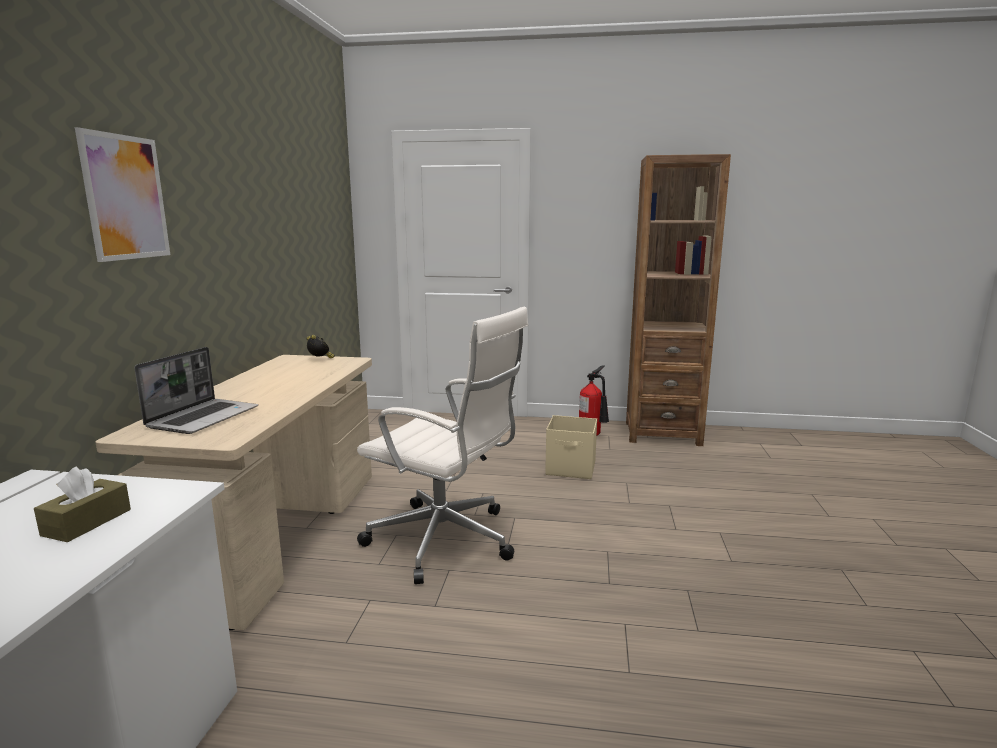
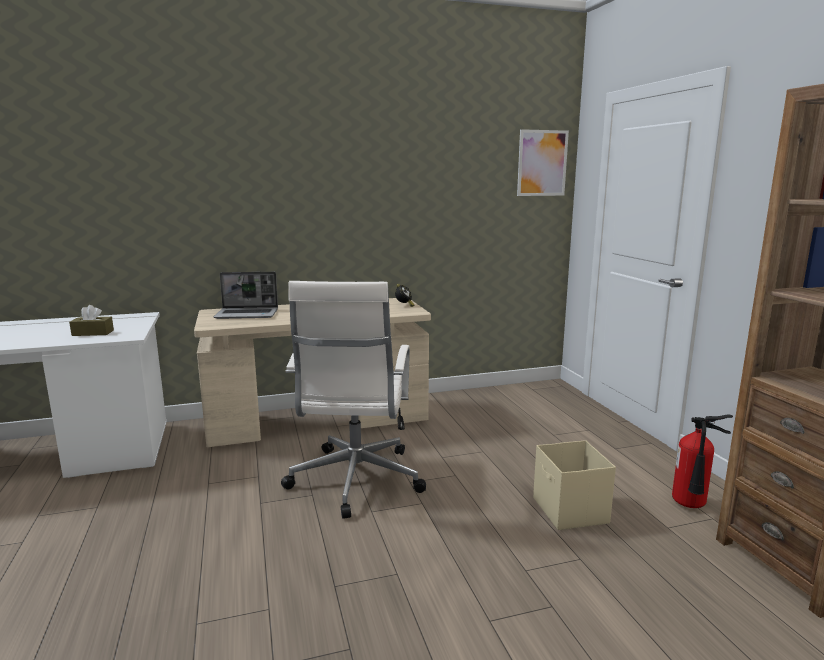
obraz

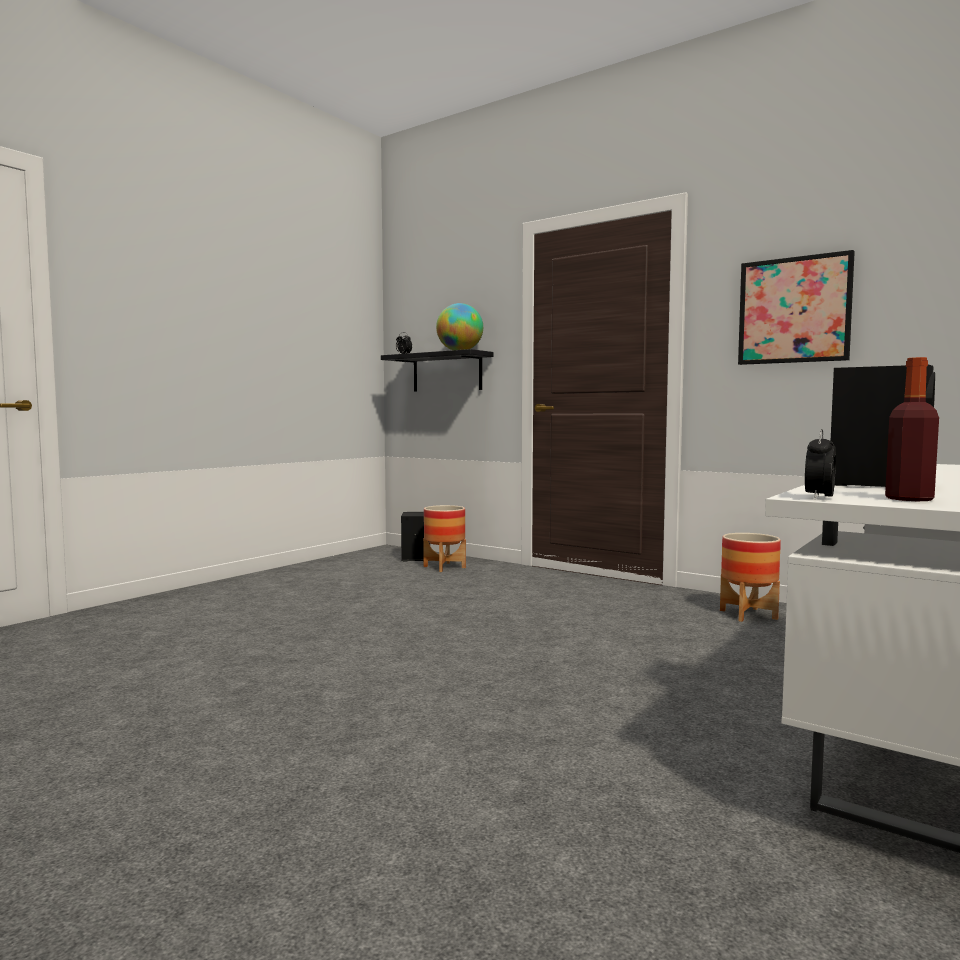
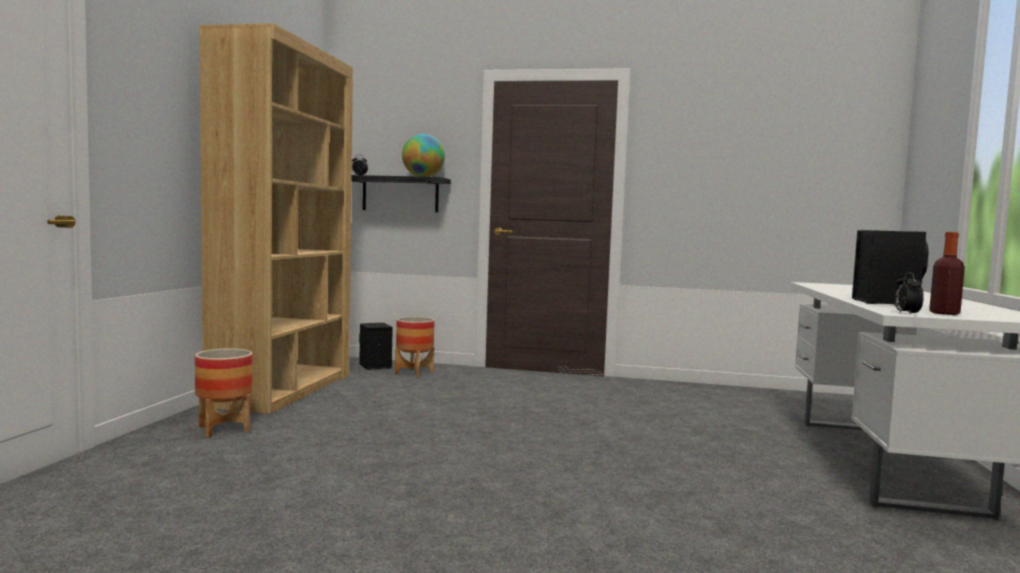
obraz; donica (no. 1 from left); regał [brązowy]

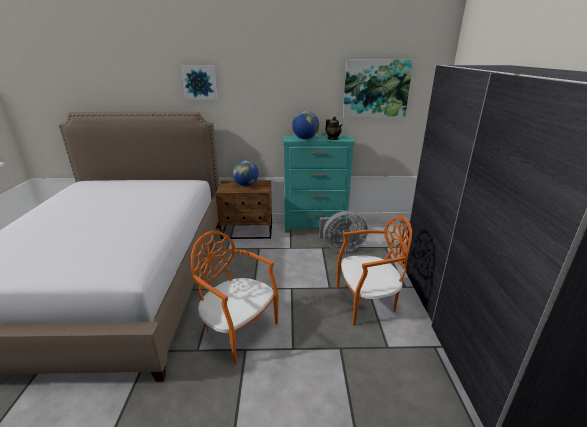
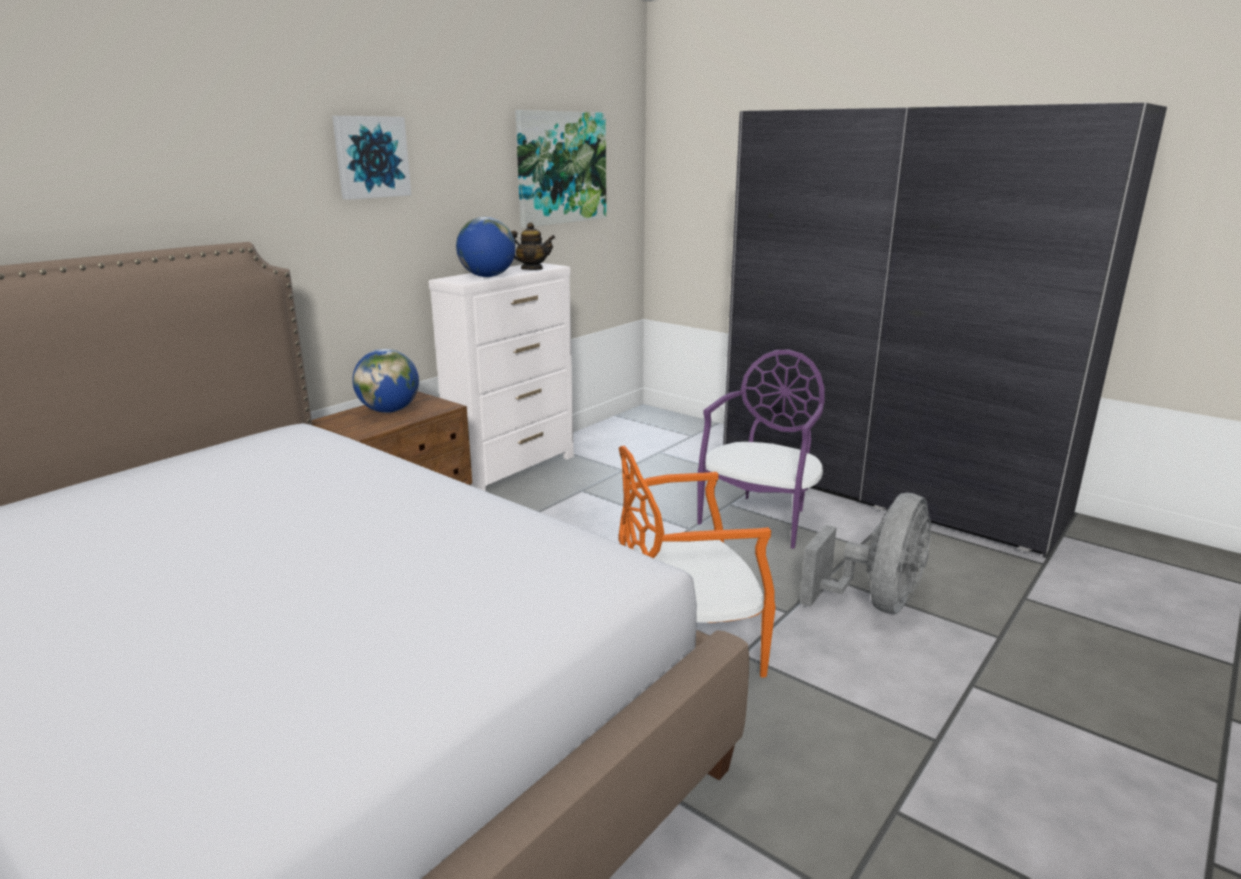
obraz (no. 1 from left); komoda [biały]; wentylator [szary]; krzesło [fioletowy]

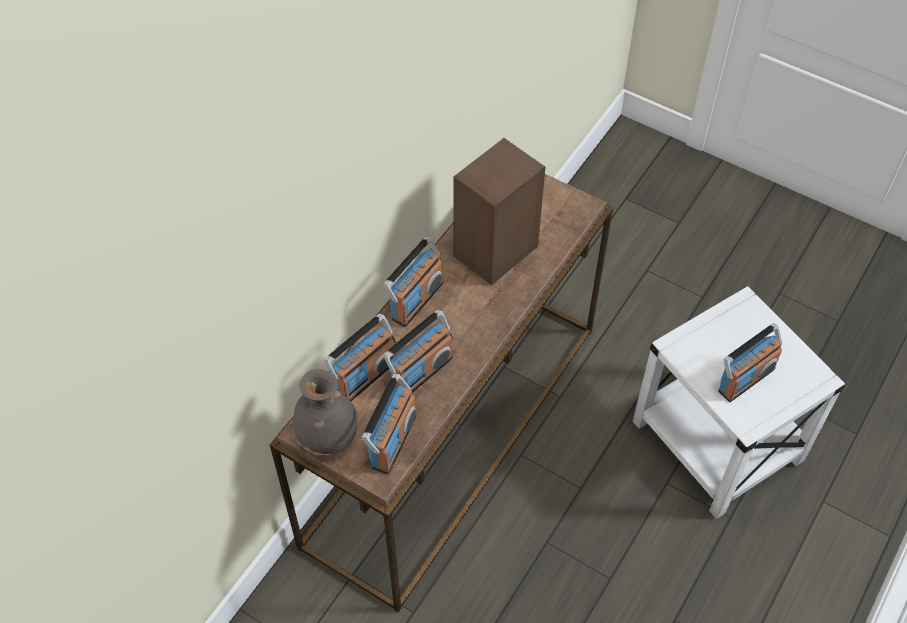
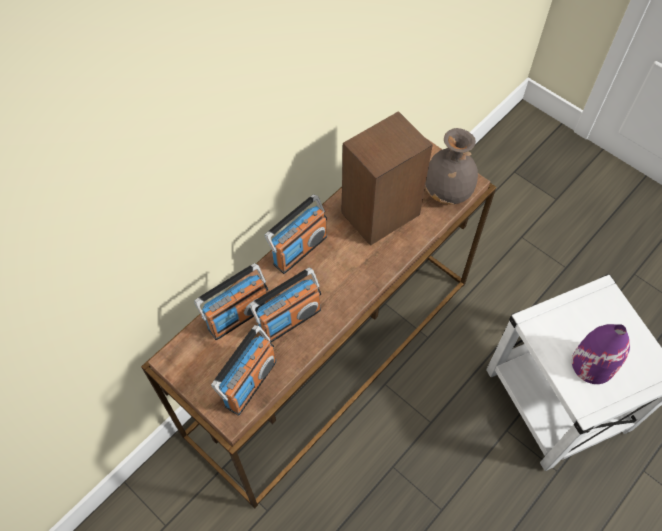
wazon [fioletowy]; wazon [szary]

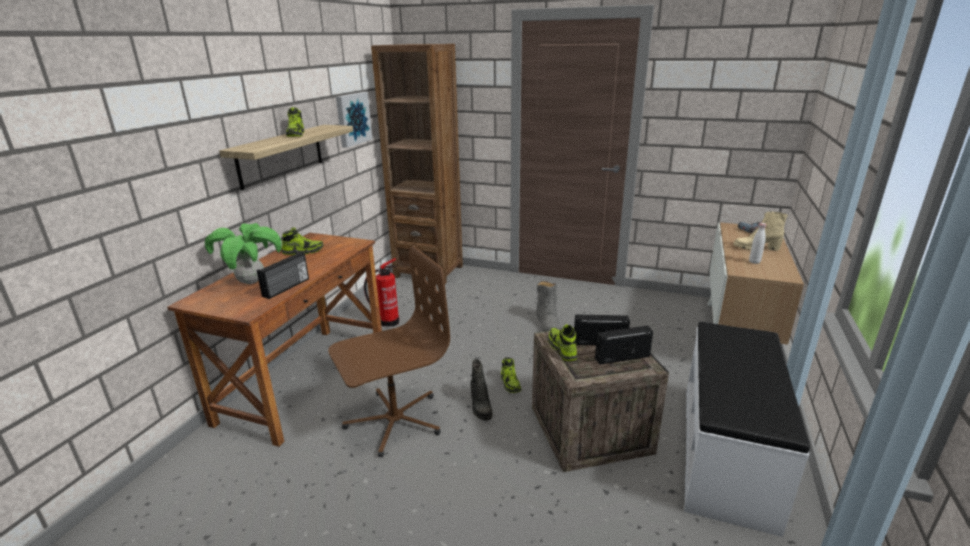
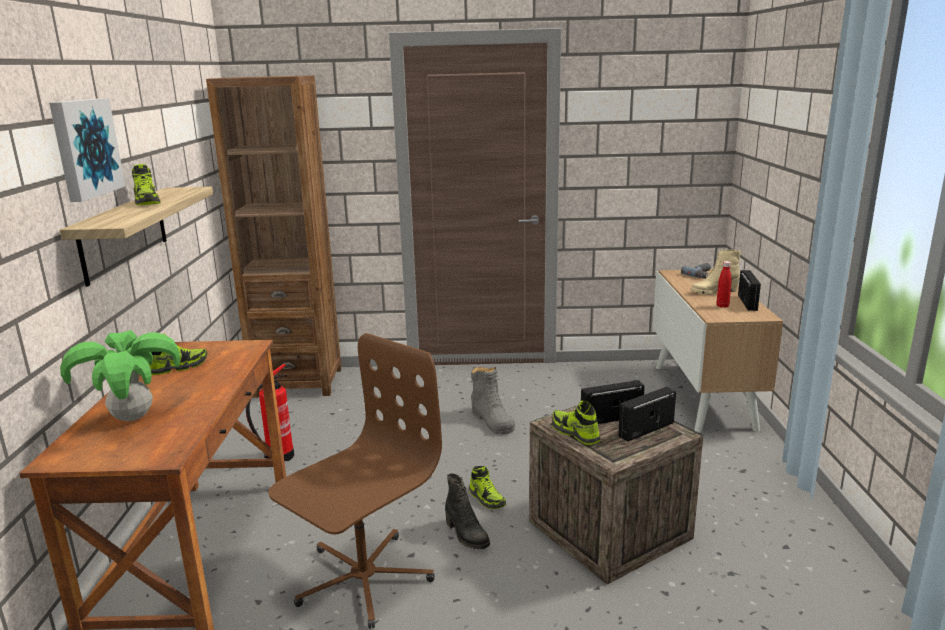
obraz; butelka [czerwony]; radio (no. 3 from left); ławka [biały]

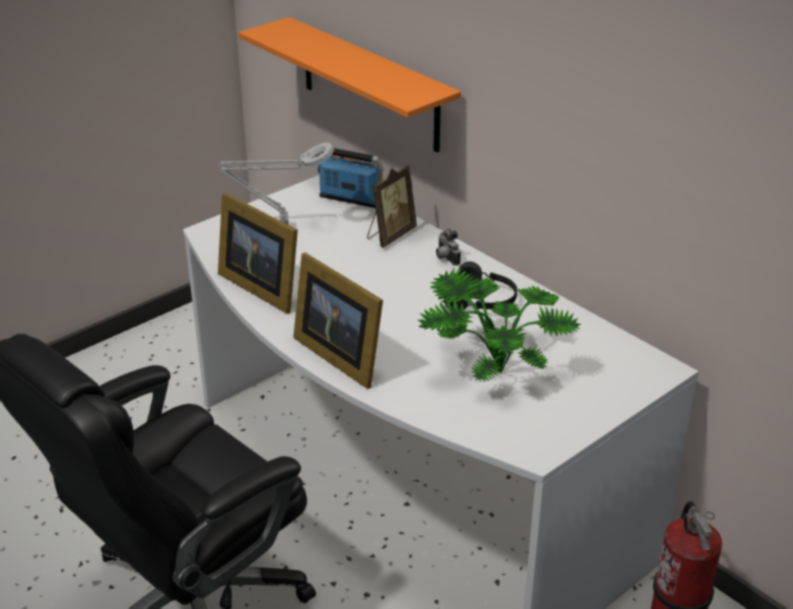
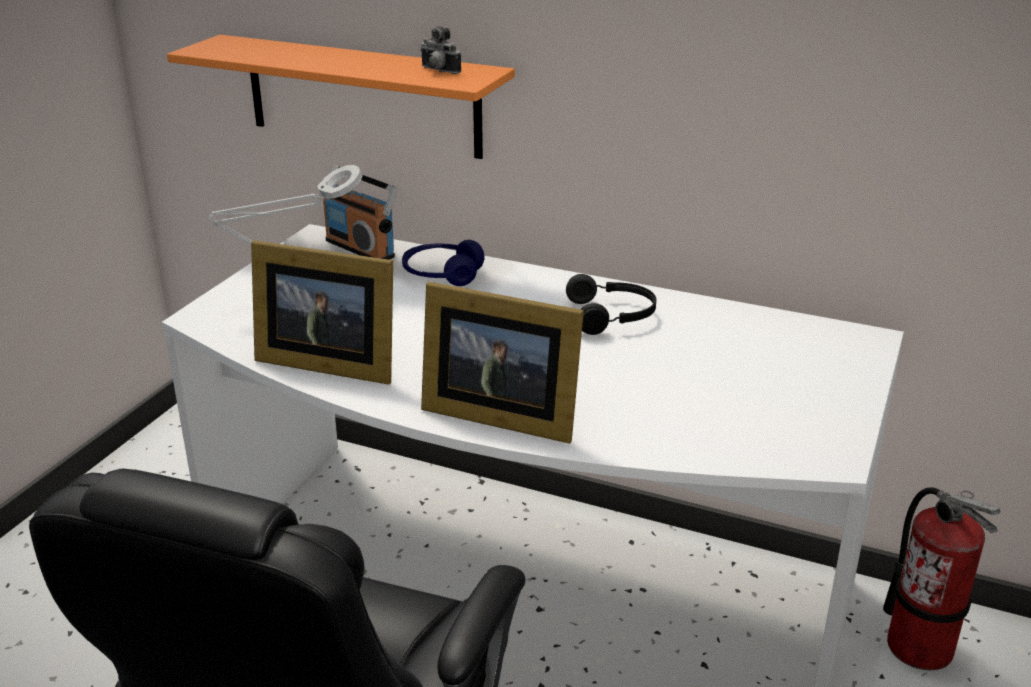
radio; słuchawki [niebieski]; aparat fotograficzny; roślina doniczkowa

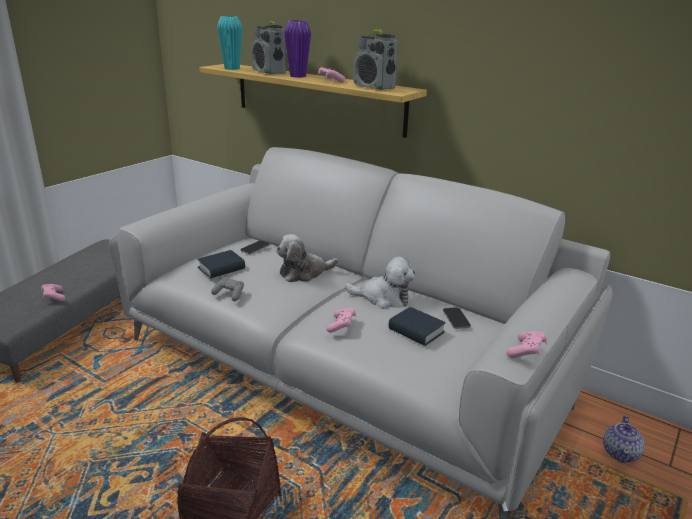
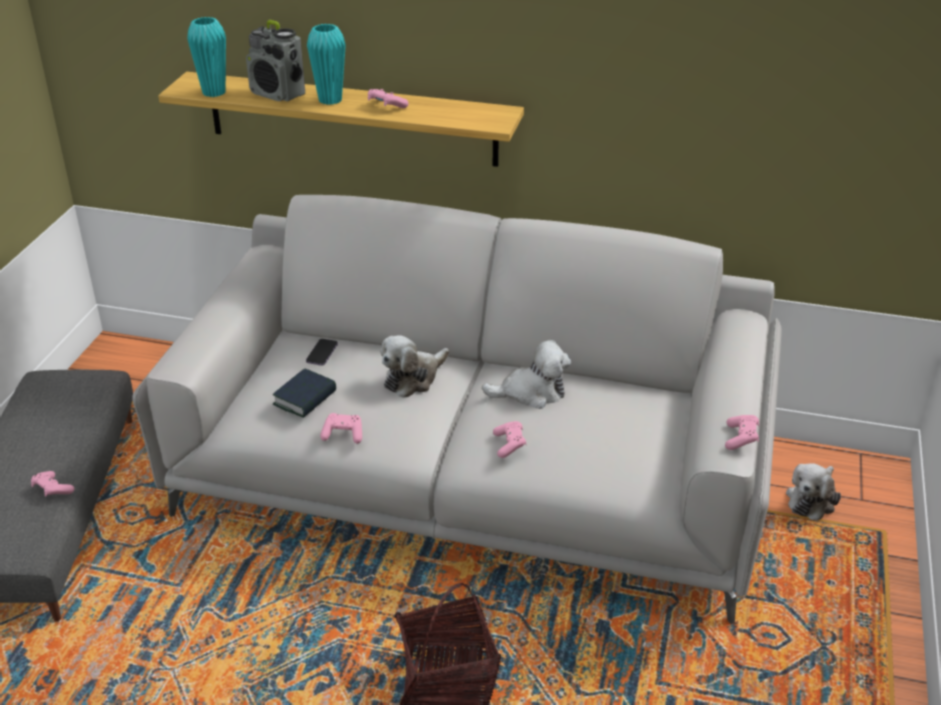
wazon [turkusowy] (no. 2 from left); radio (no. 2 from left in the first image); pad do gier [różowy] (no. 2 from left); książka (no. 2 from left in the first image); telefon (no. 2 from left in the first image); pluszak (no. 3 from left)

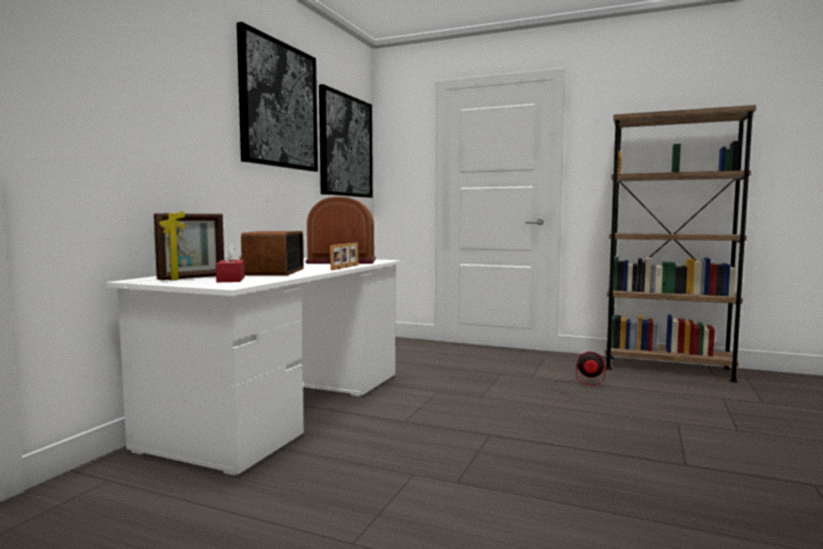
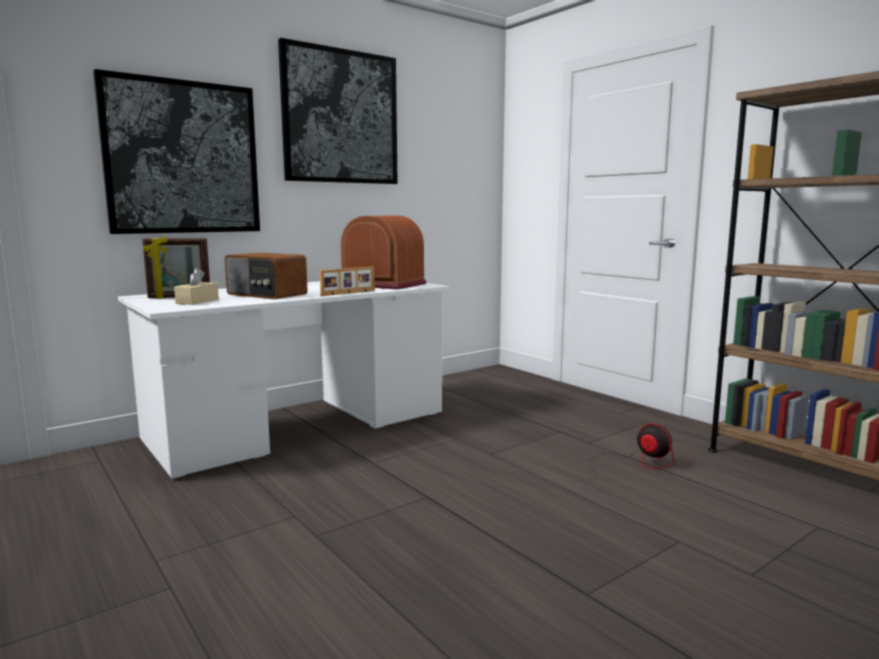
obraz (no. 1 from left); radio (no. 1 from left); pudełko chusteczek [beżowy]

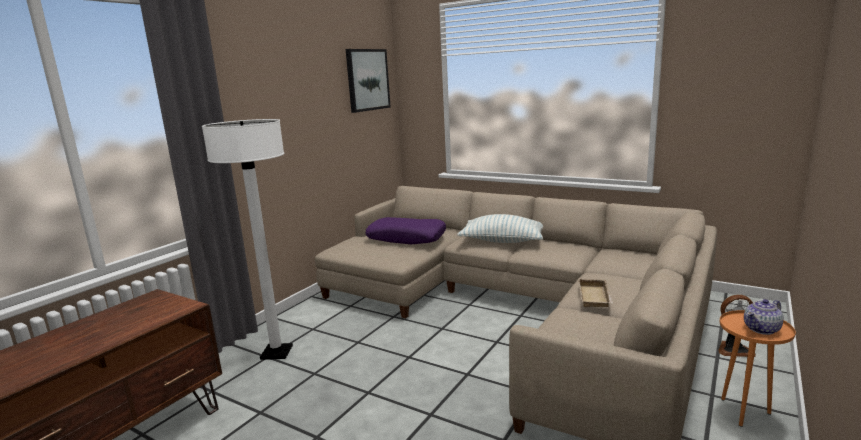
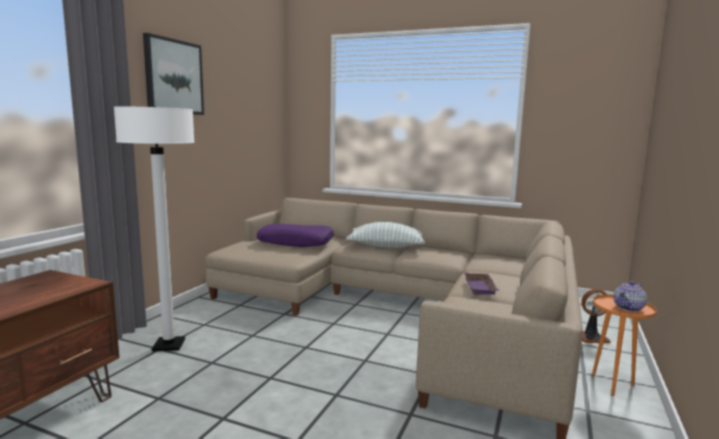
obraz; taca [fioletowy]

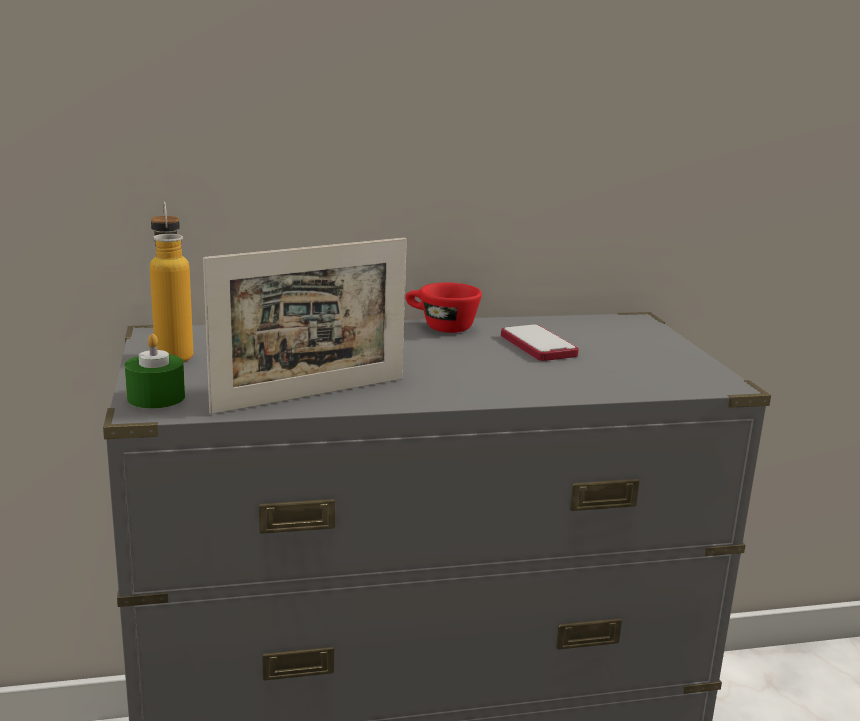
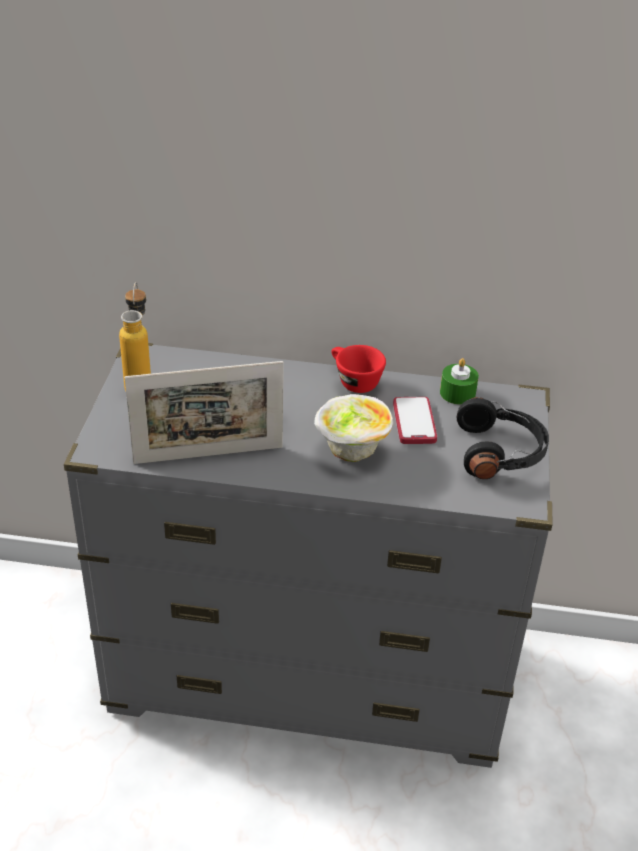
świeca [zielony]; miska; słuchawki [czarny]

